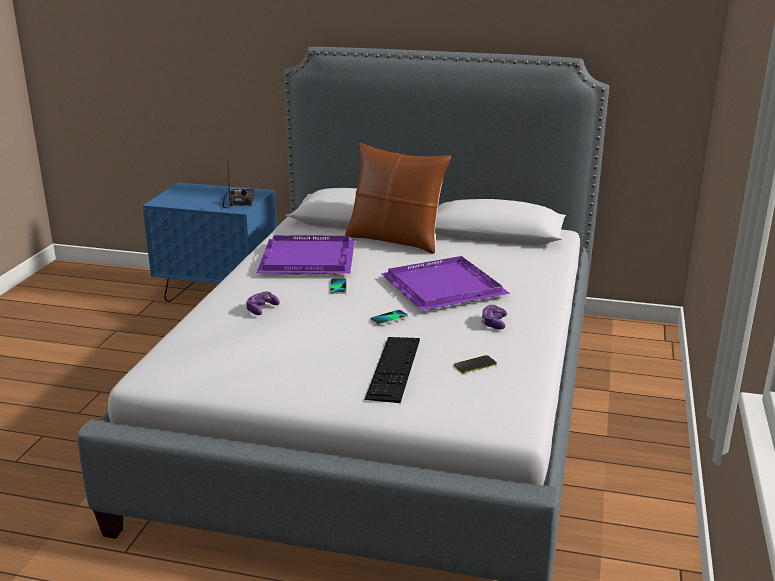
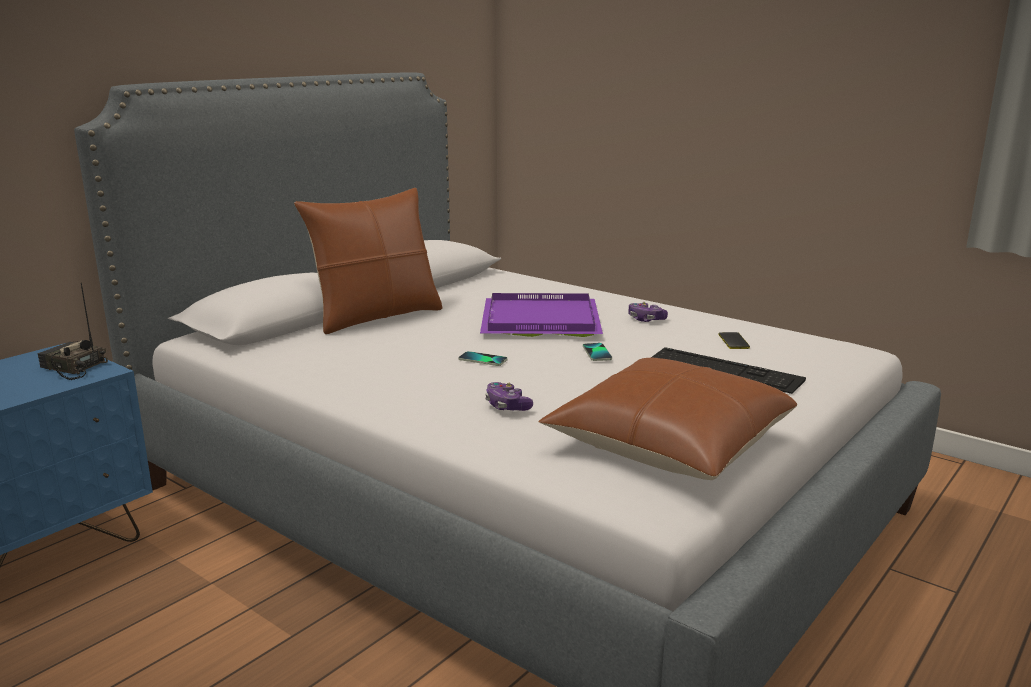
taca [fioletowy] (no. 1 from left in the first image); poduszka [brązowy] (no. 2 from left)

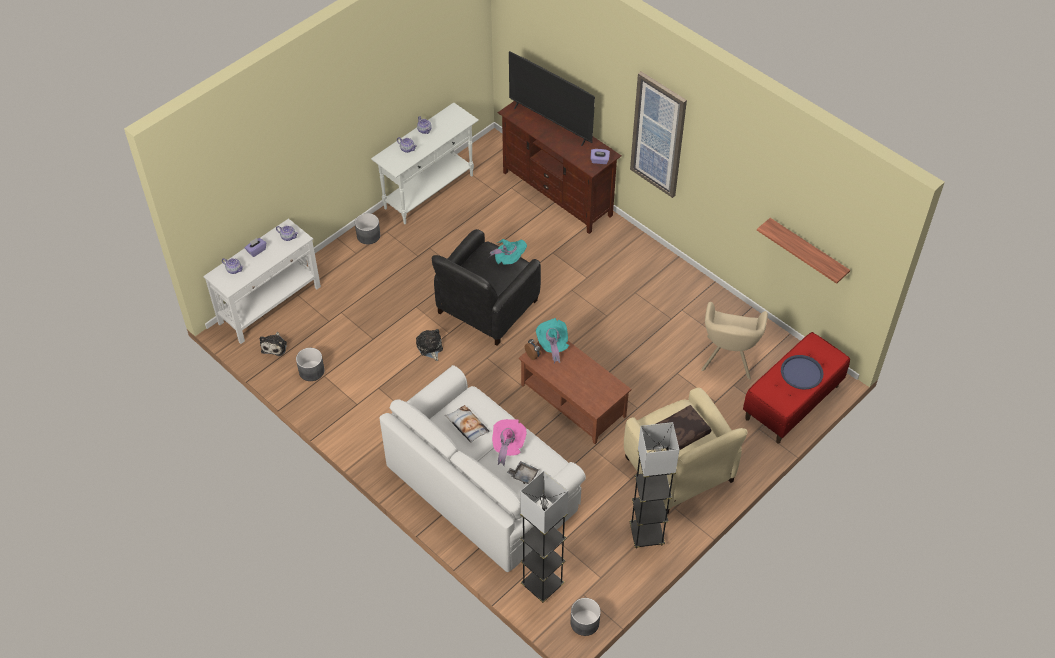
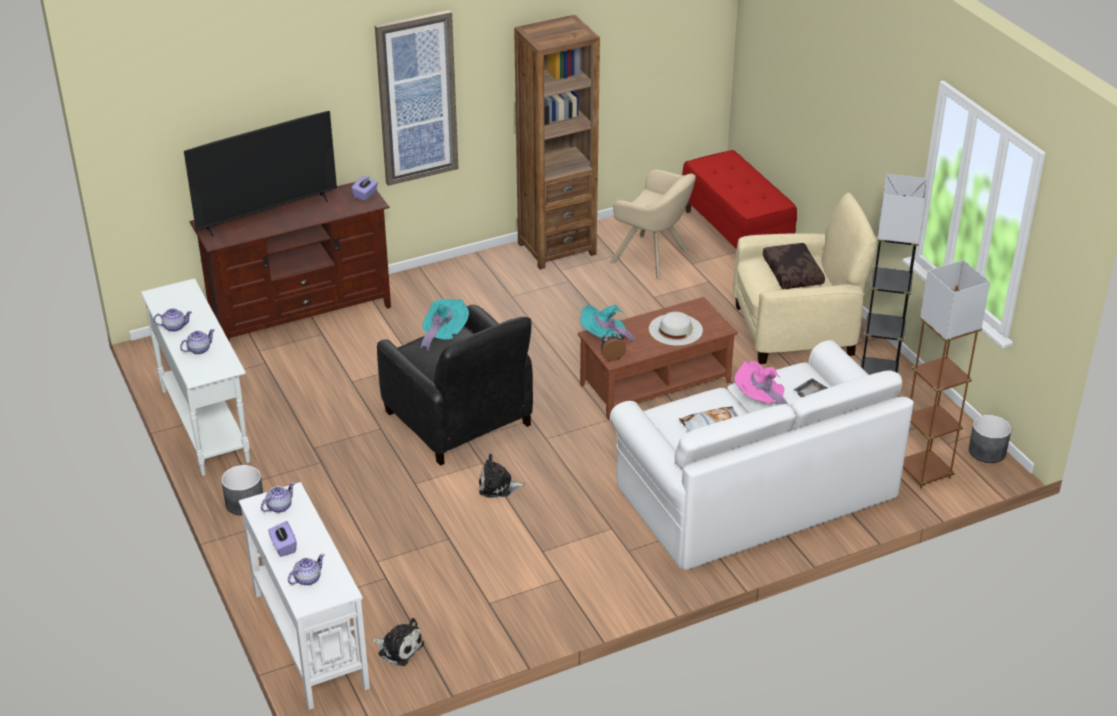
półka; donica [szary] (no. 1 from left in the first image); taca [niebieski]; lampa stojąca [brązowy]; regał [brązowy]; kapelusz [biały]

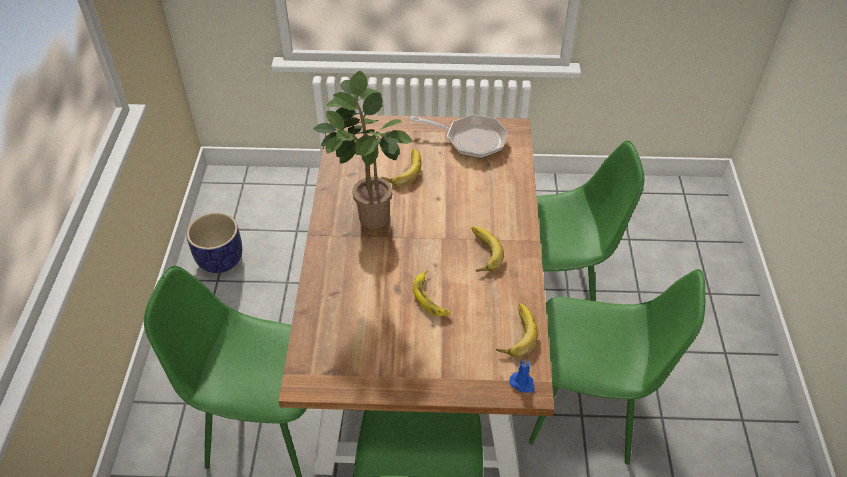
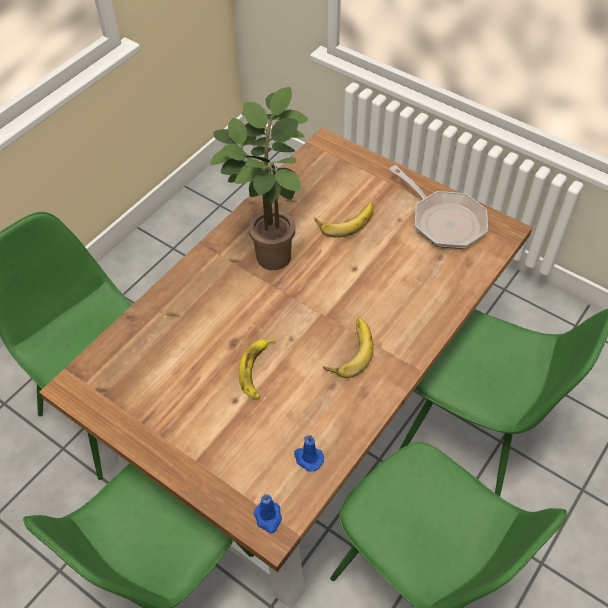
donica; świeca [niebieski] (no. 2 from left)

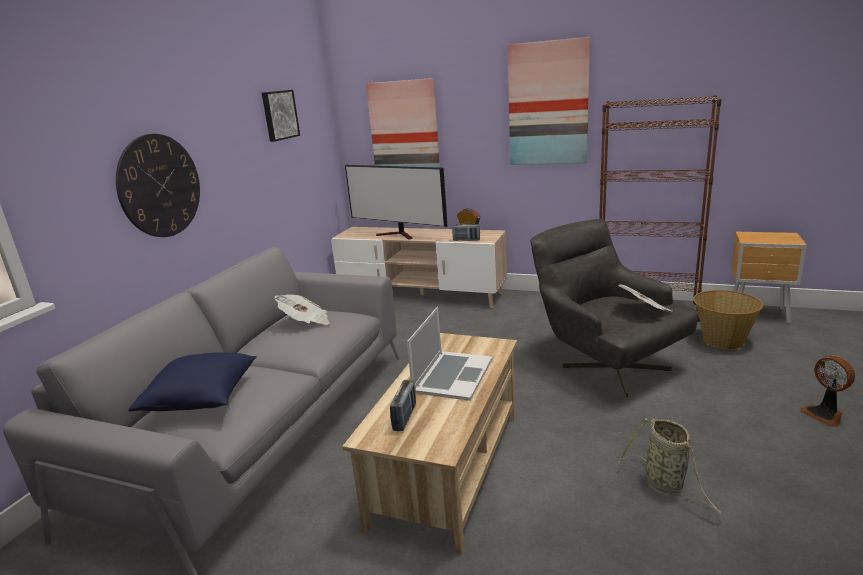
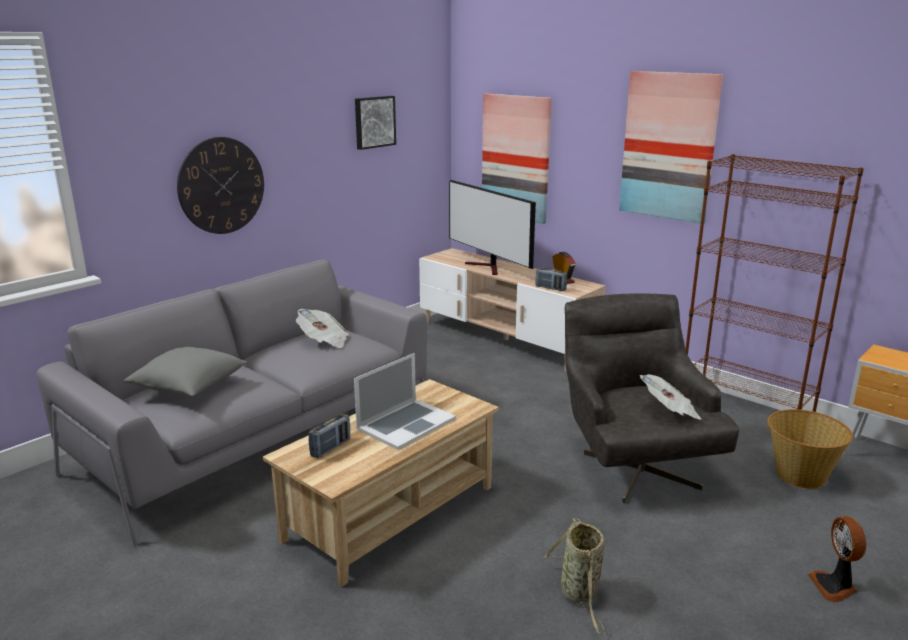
poduszka [szary]

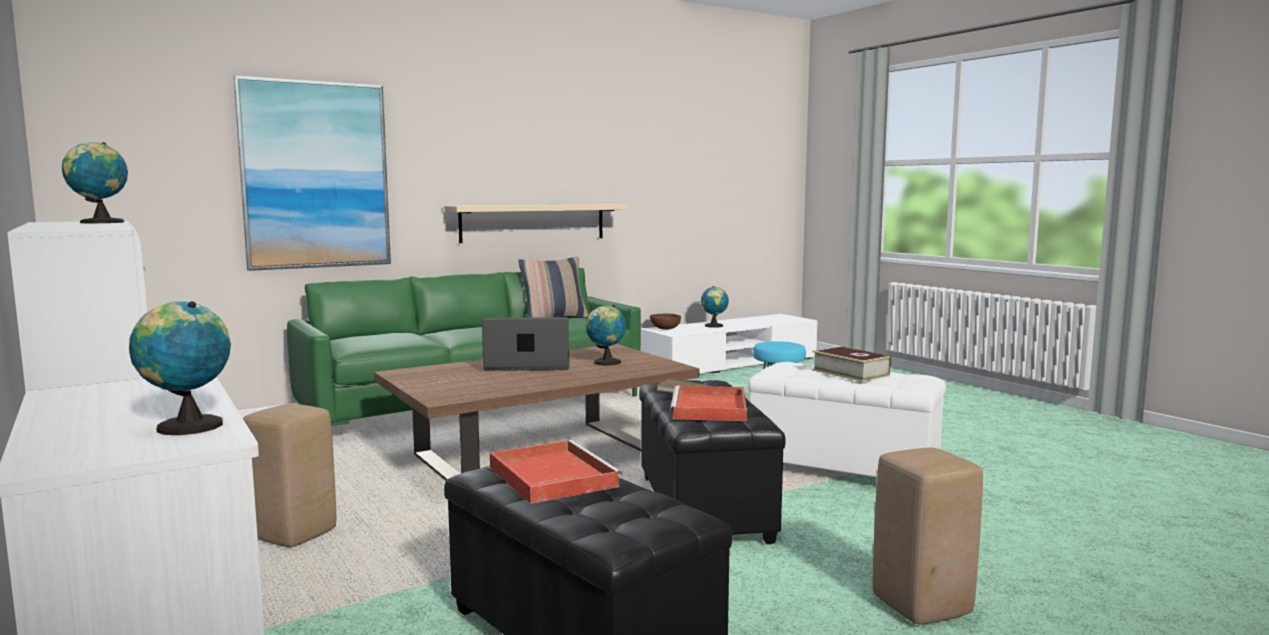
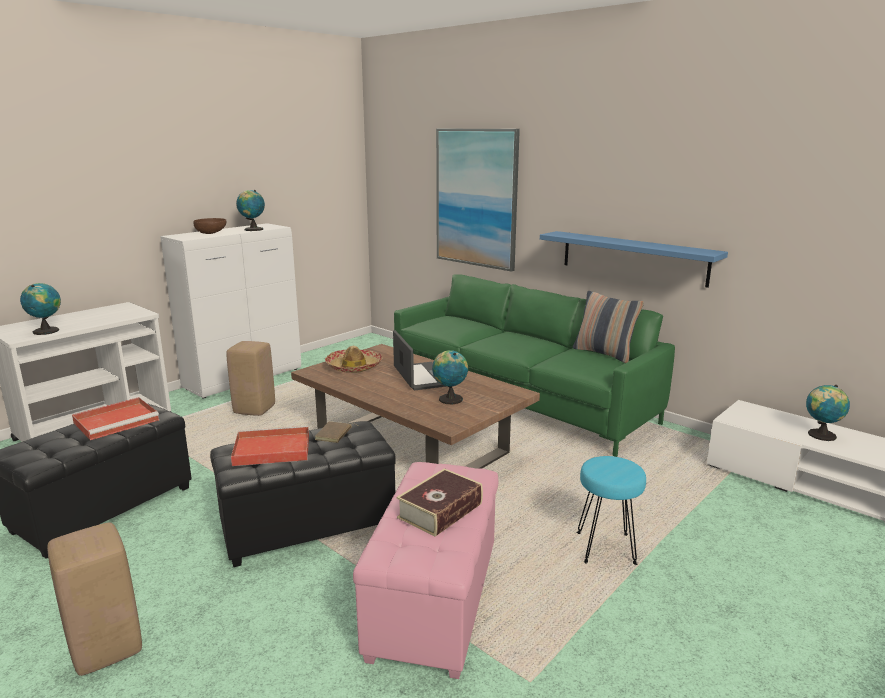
półka [niebieski]; miska [brązowy]; pufa [różowy]; kapelusz

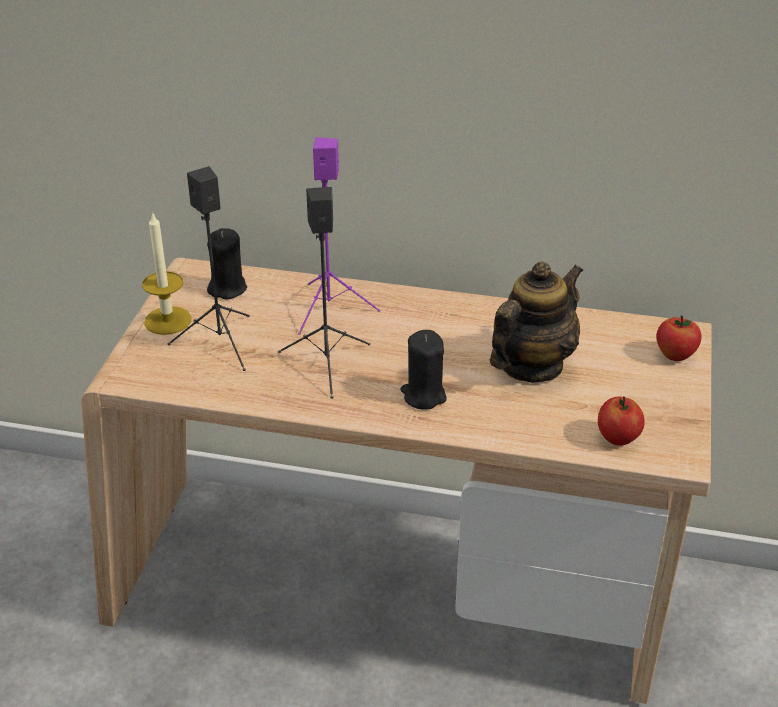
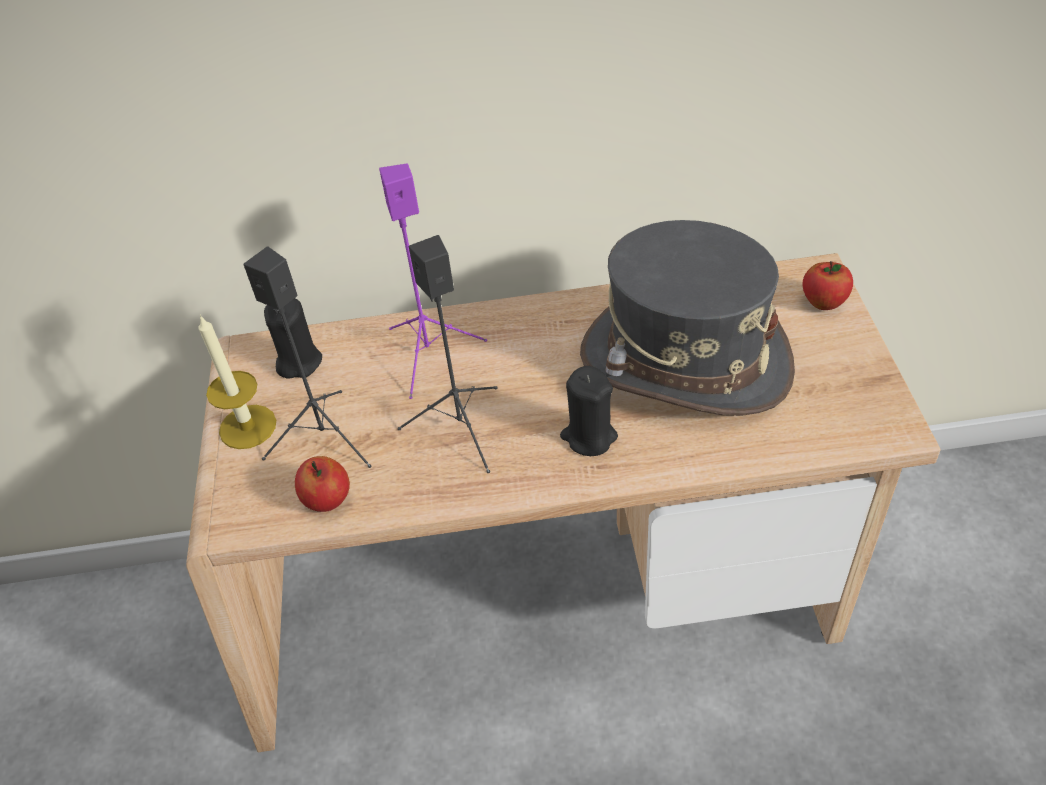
kapelusz [szary]; jabłko (no. 1 from left)

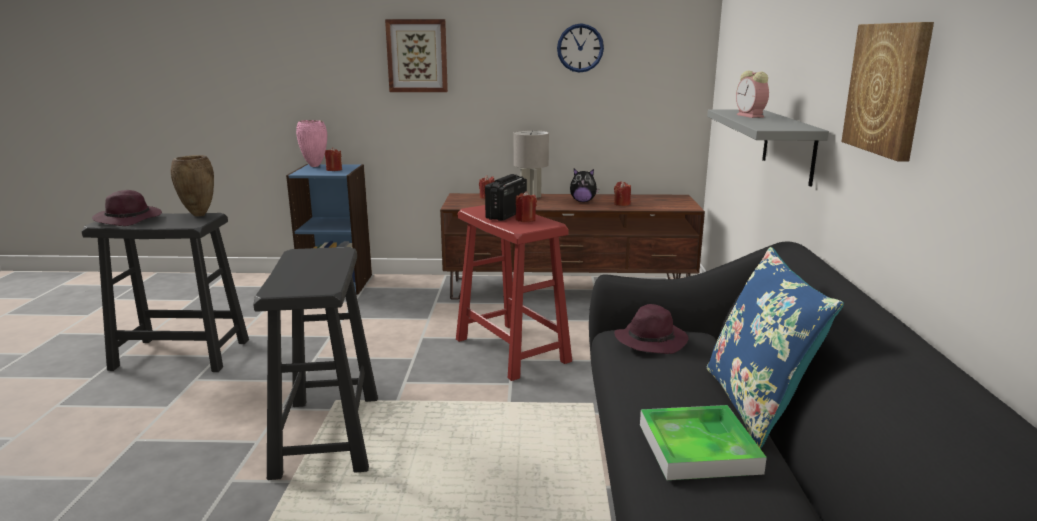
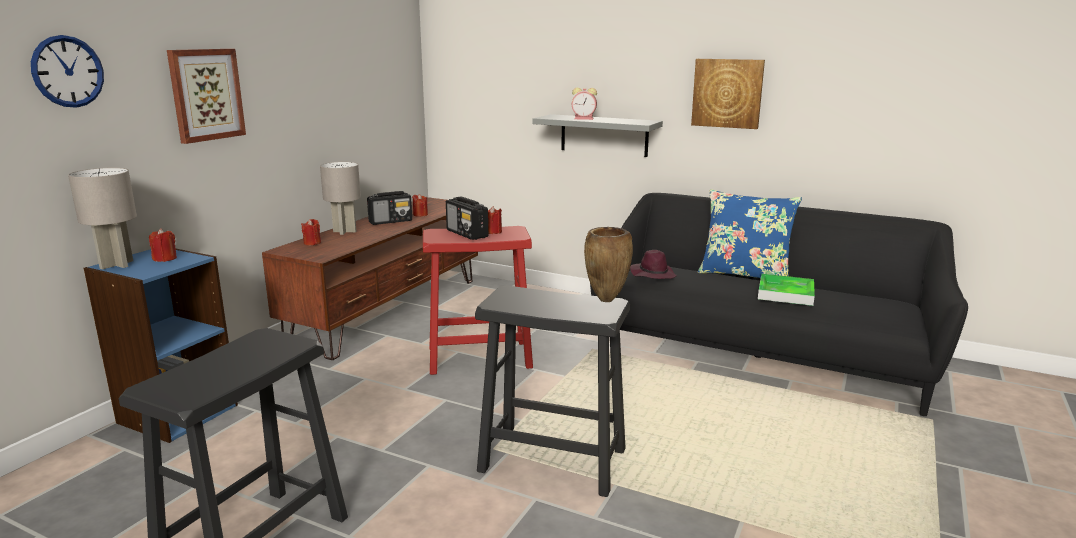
zegar ścienny; lampa stołowa [szary] (no. 1 from left); wazon [brązowy]; radio (no. 1 from left); kapelusz [fioletowy] (no. 1 from left in the first image)

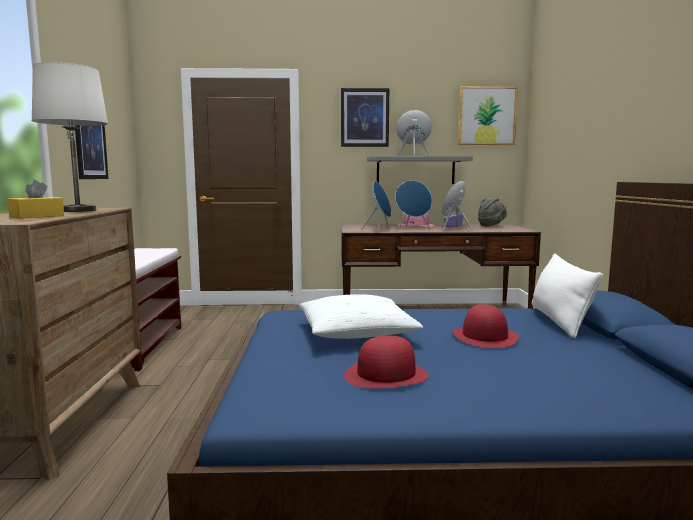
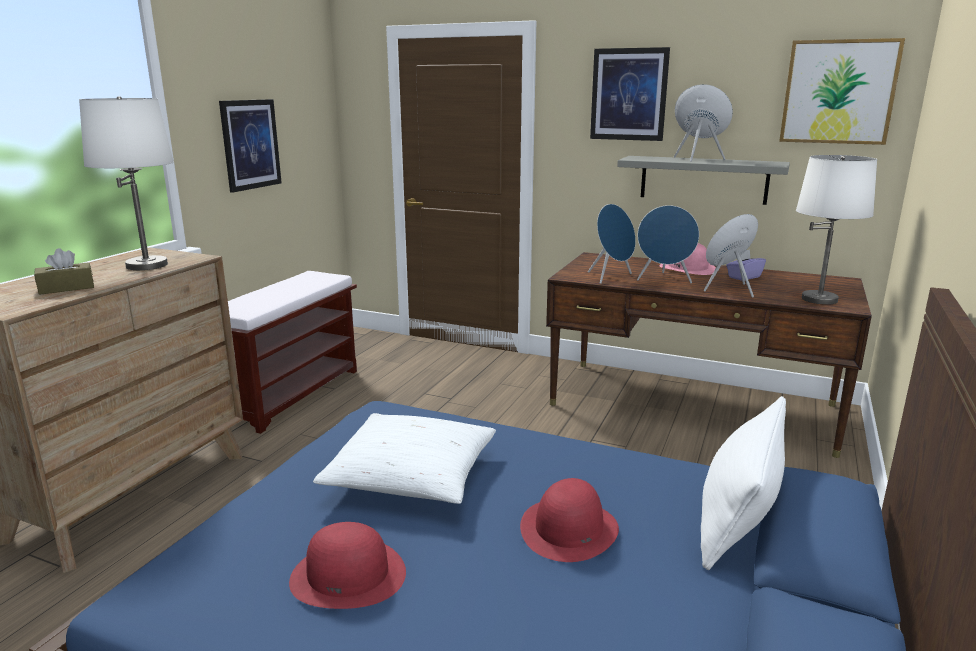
pudełko chusteczek [brązowy]; kapelusz [szary]; lampa stołowa [biały] (no. 2 from left)

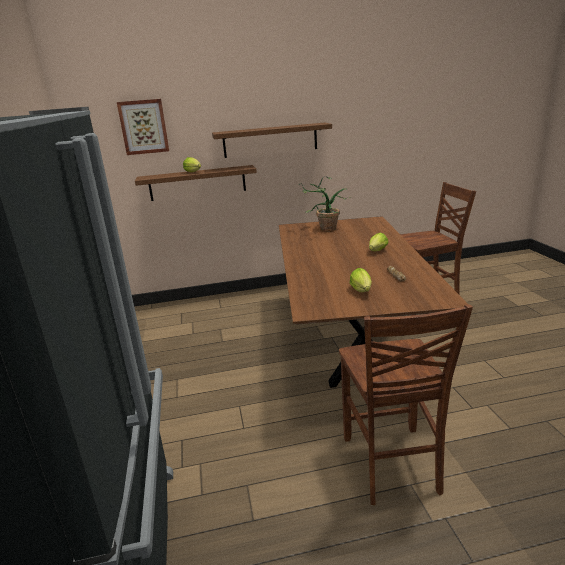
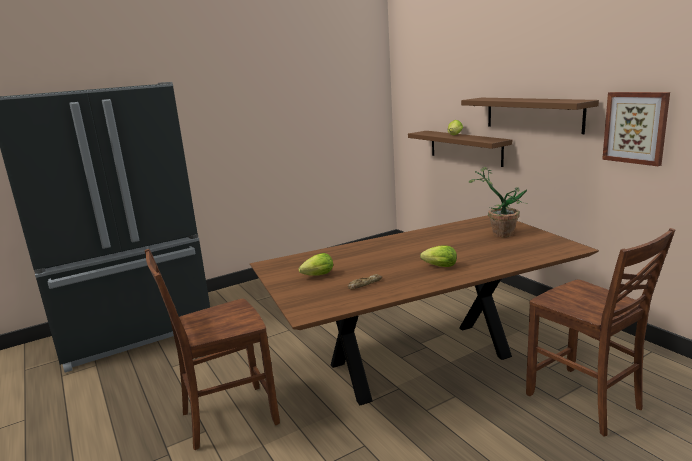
obraz

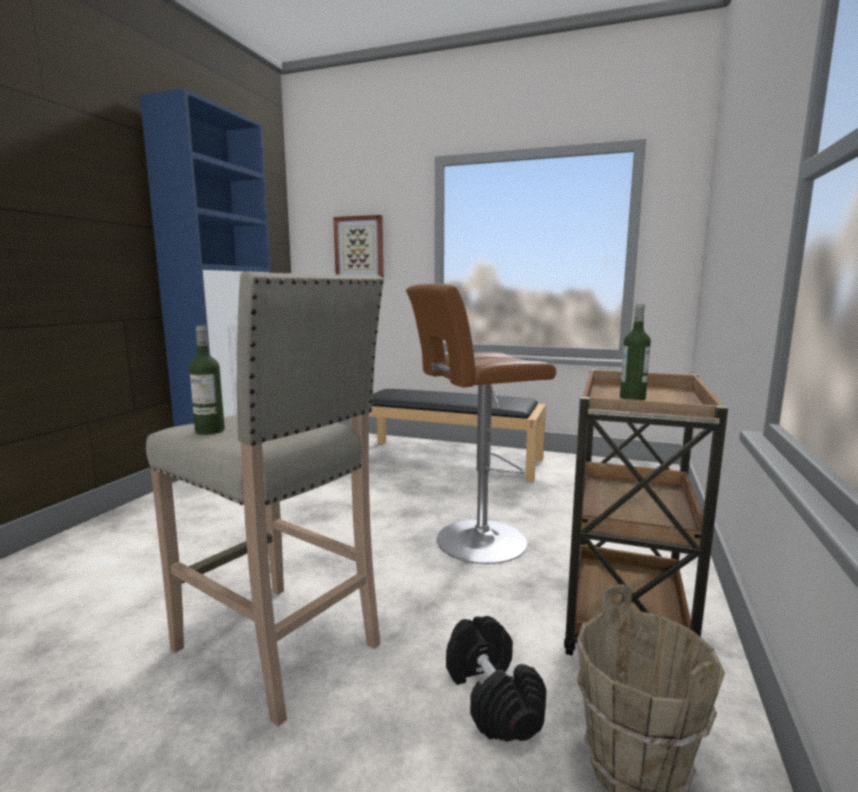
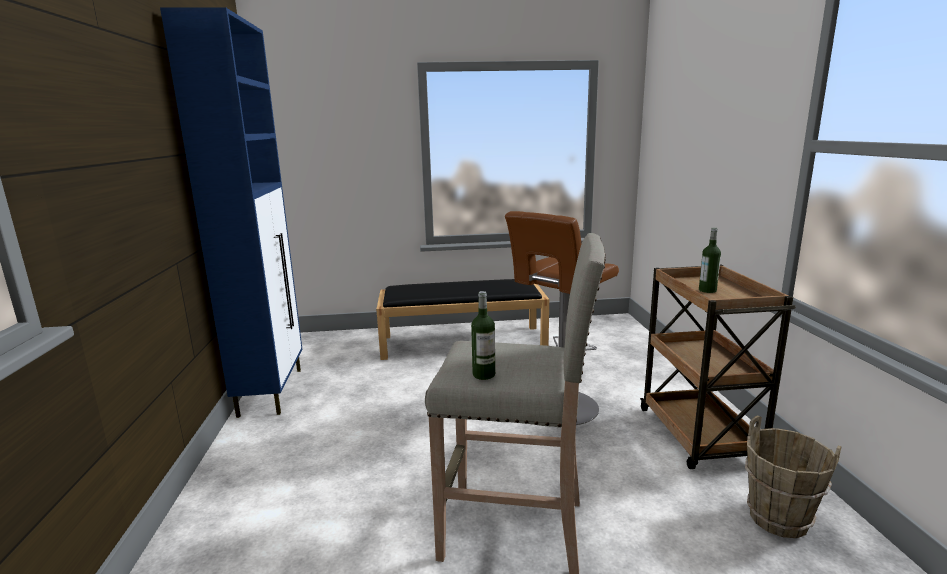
obraz; hantel [czarny]

